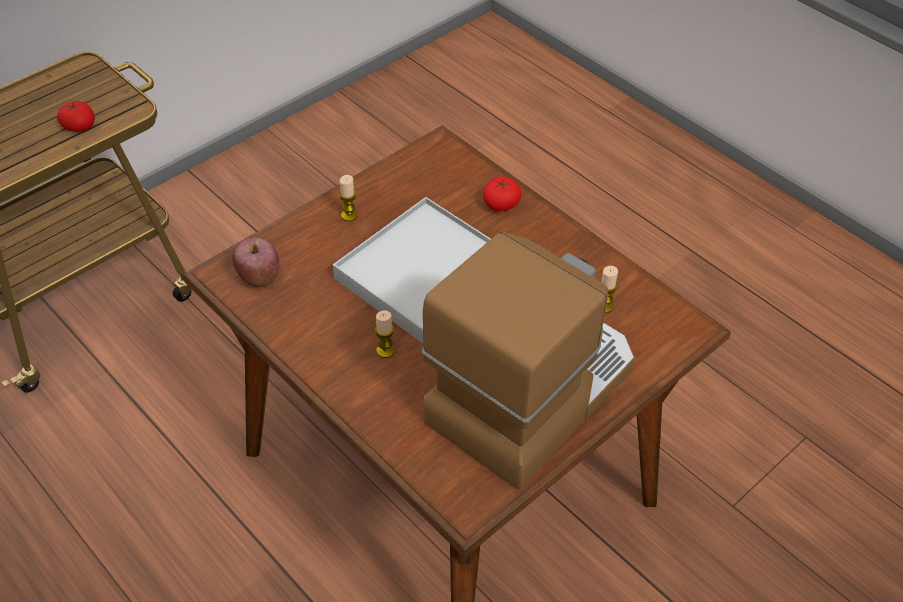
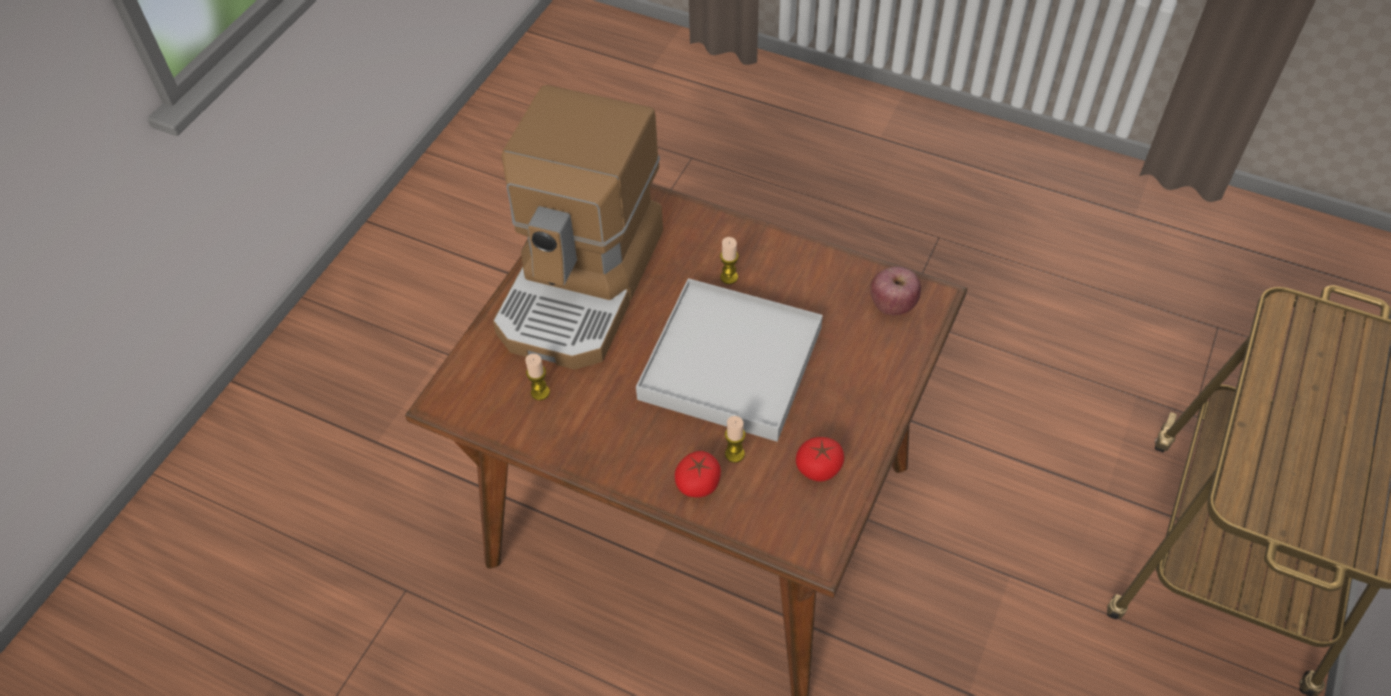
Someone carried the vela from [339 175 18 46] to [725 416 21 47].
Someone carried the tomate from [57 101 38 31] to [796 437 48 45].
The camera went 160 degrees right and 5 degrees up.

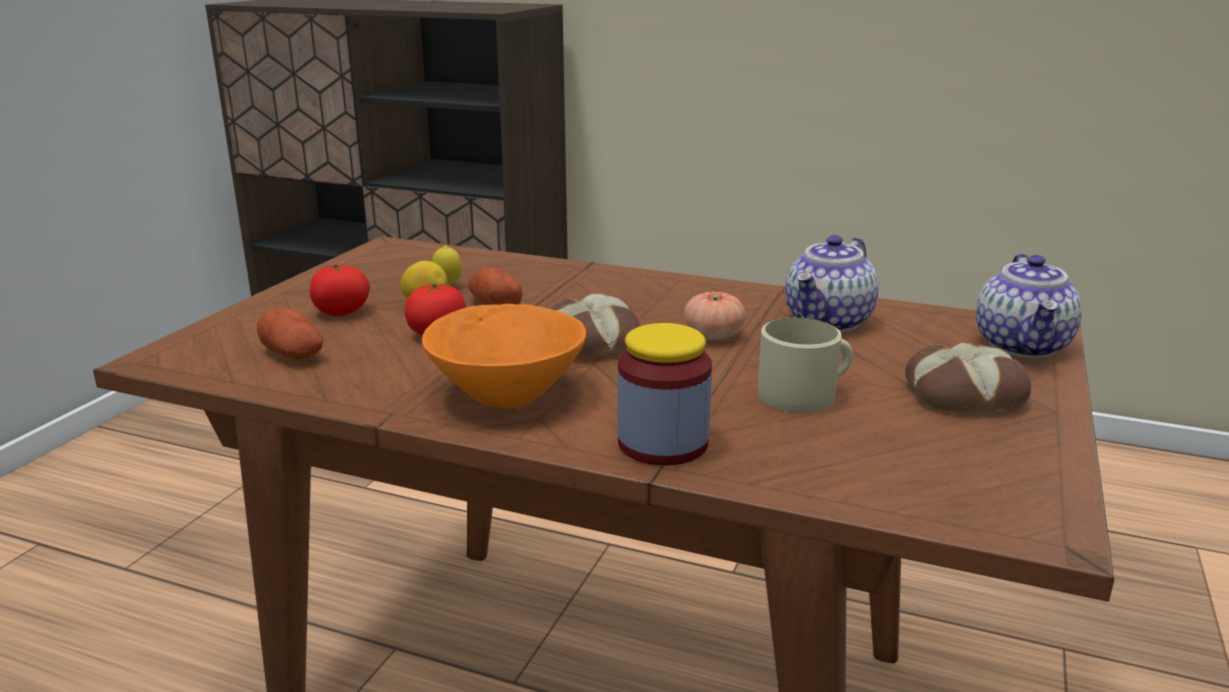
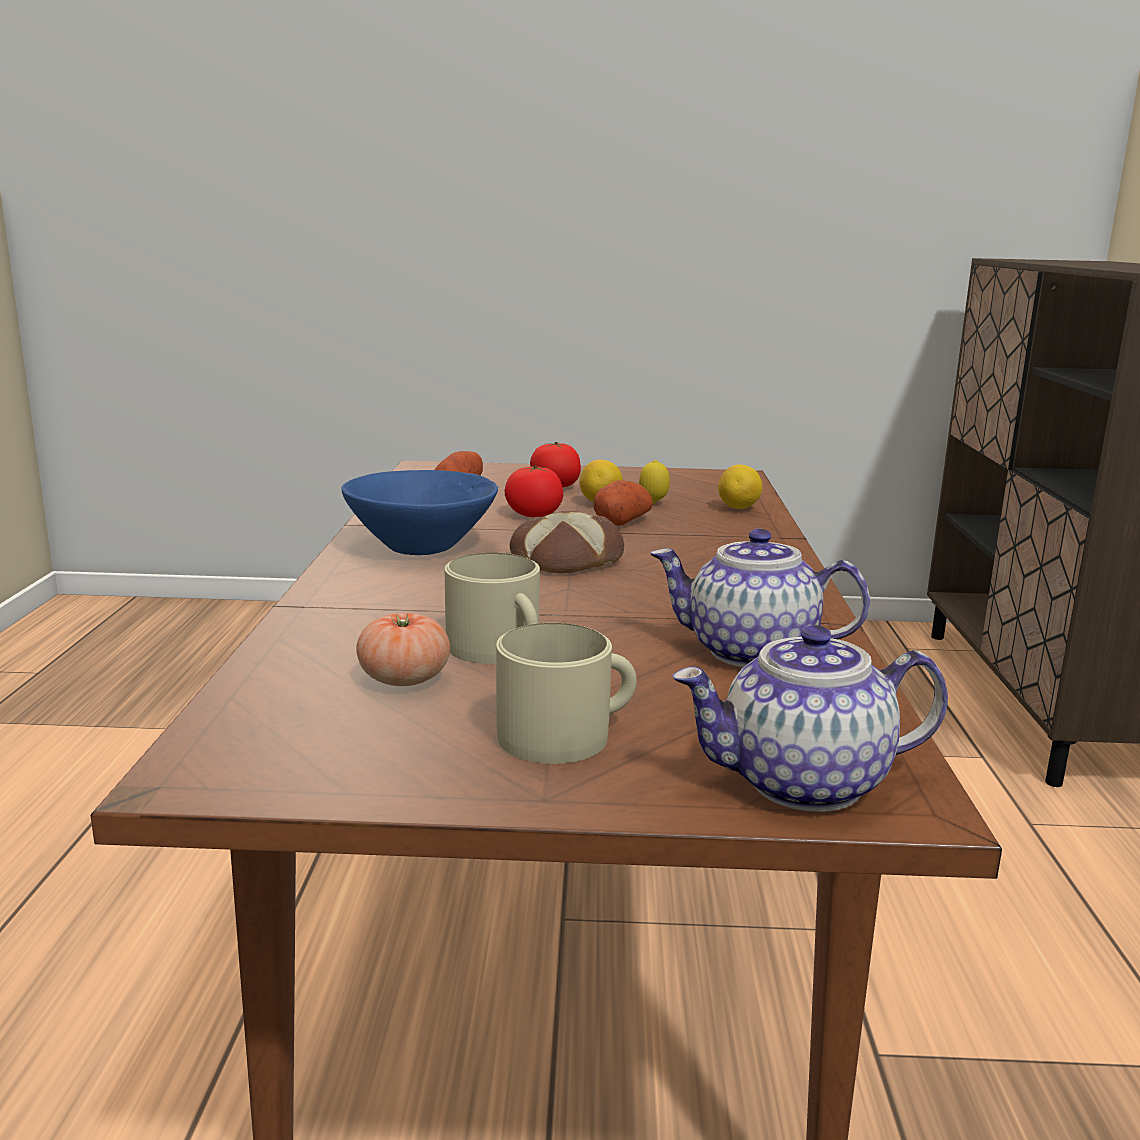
Someone repainted the cuenco (naranja) at [422 304 164 104], which became the cuenco (azul) at [341 470 157 85].
Someone carried the tomate from [684 292 62 48] to [356 613 94 73].
Someone swapped the pan at [905 342 126 70] for the taza grande (beis) at [496 623 141 141].
Someone put down the limón at [718 465 44 44].
Someone took away the tarro at [618 323 94 143].
The camera went 70 degrees right and 5 degrees down.

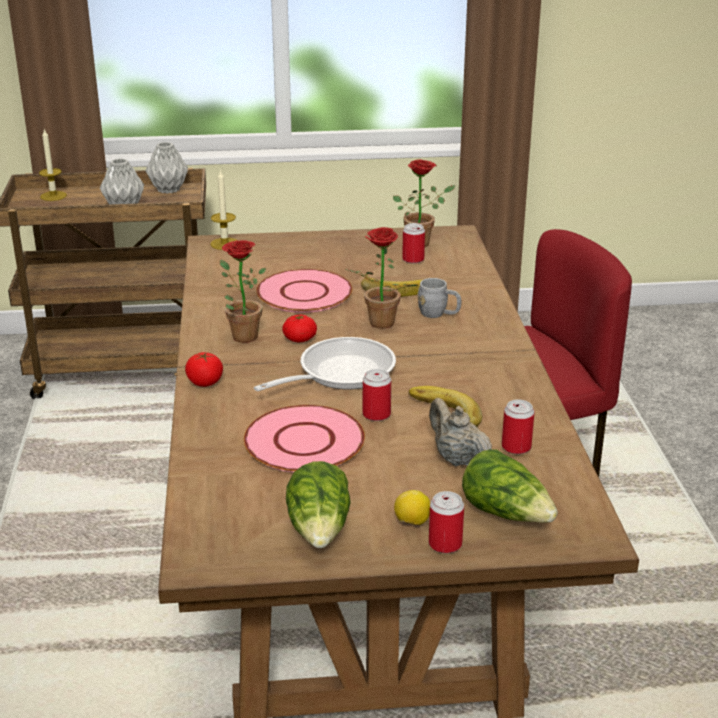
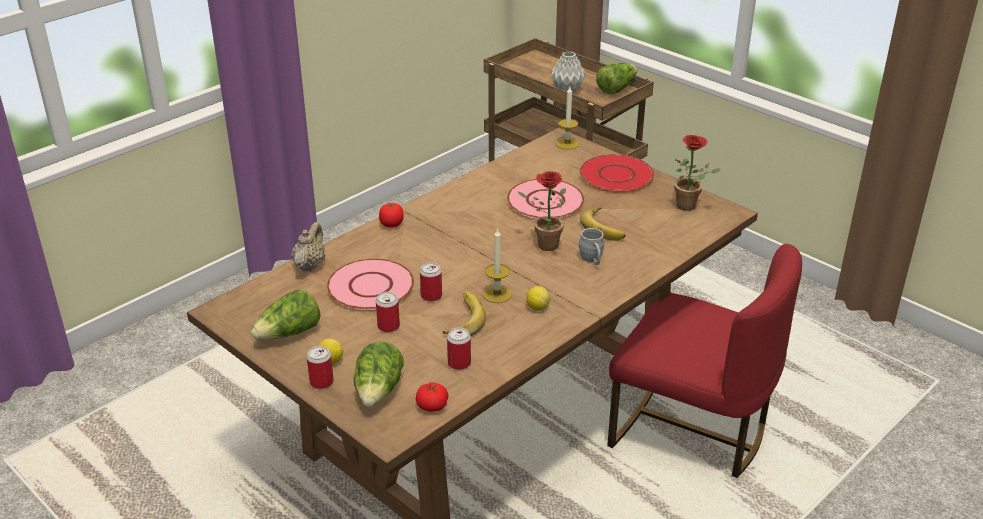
Someone carried the tetera (beis) from [429 398 63 68] to [292 222 33 50].
Someone carried the lata from [402 223 23 41] to [376 292 24 40].
Someone carried the tomate from [282 315 35 27] to [416 383 33 29].
Someone carried the vela from [39 129 28 72] to [483 228 29 75].
Someone put down the limón at [526 286 24 25].
Someone put down the plato (rojo) at [580 154 74 39].
Someone swapped the florero (gris) at [146 142 42 52] for the lechuga at [596 63 41 31].
Someone took away the planta en maceta at [220 240 46 103].
Someone took away the sartén at [254 337 142 54].
The camera went 50 degrees right and 5 degrees up.

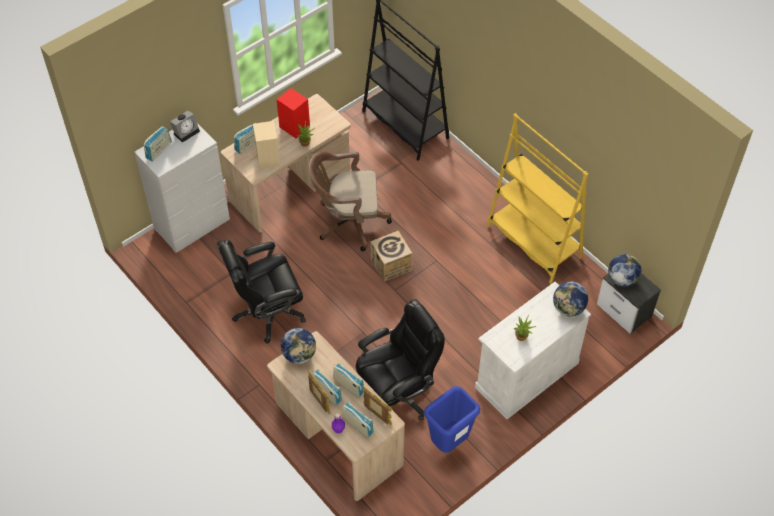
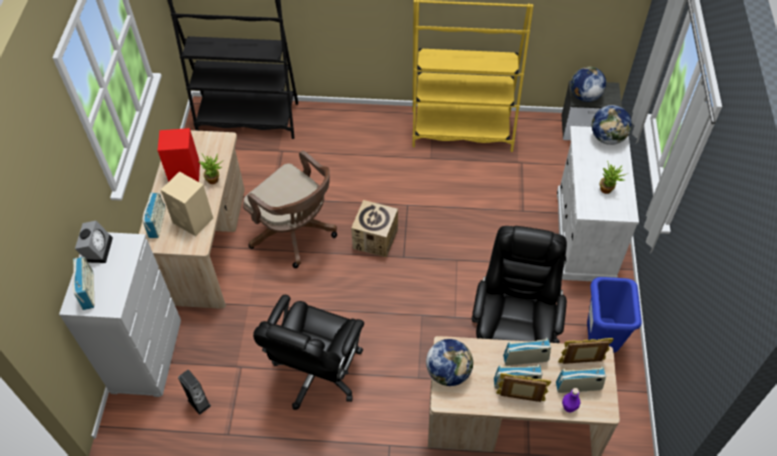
Someone put down the altavoz at [178 370 33 45].
Someone rotated the silla de oficina (marrón) at [309 151 83 101] by 90 degrees counterclockwise.
The camera went 45 degrees left and 0 degrees up.

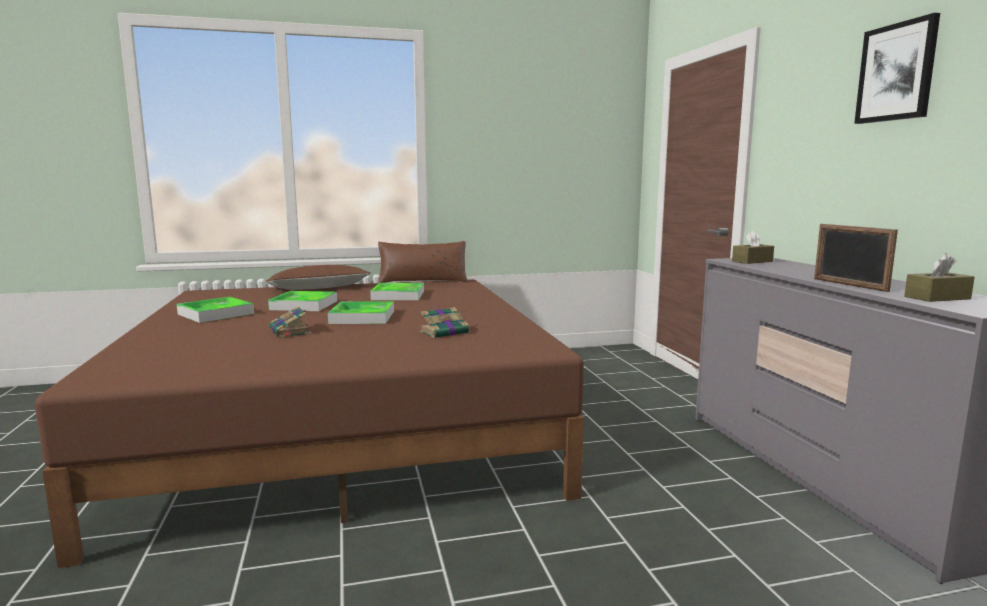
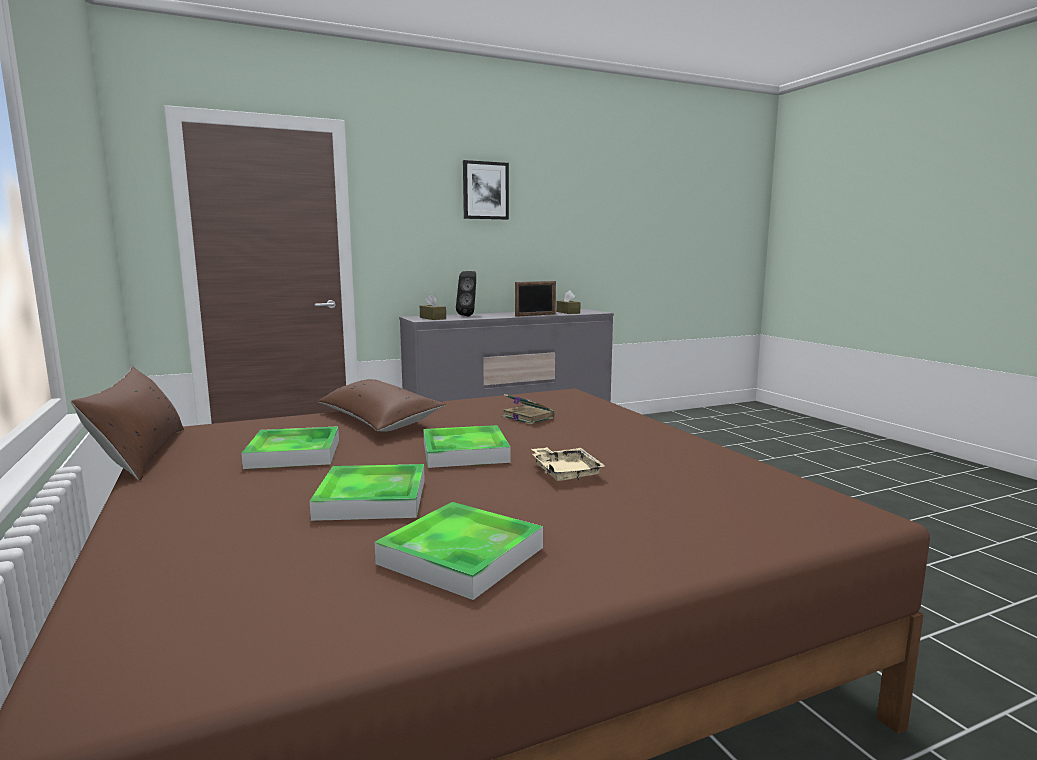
Someone carried the cojín (marrón) from [265 265 106 25] to [318 379 128 52].
Someone put down the altavoz (negro) at [456 271 20 45].
Someone swapped the libro at [270 306 41 32] for the bandeja (beis) at [532 447 73 34].
The camera went 100 degrees left and 0 degrees up.

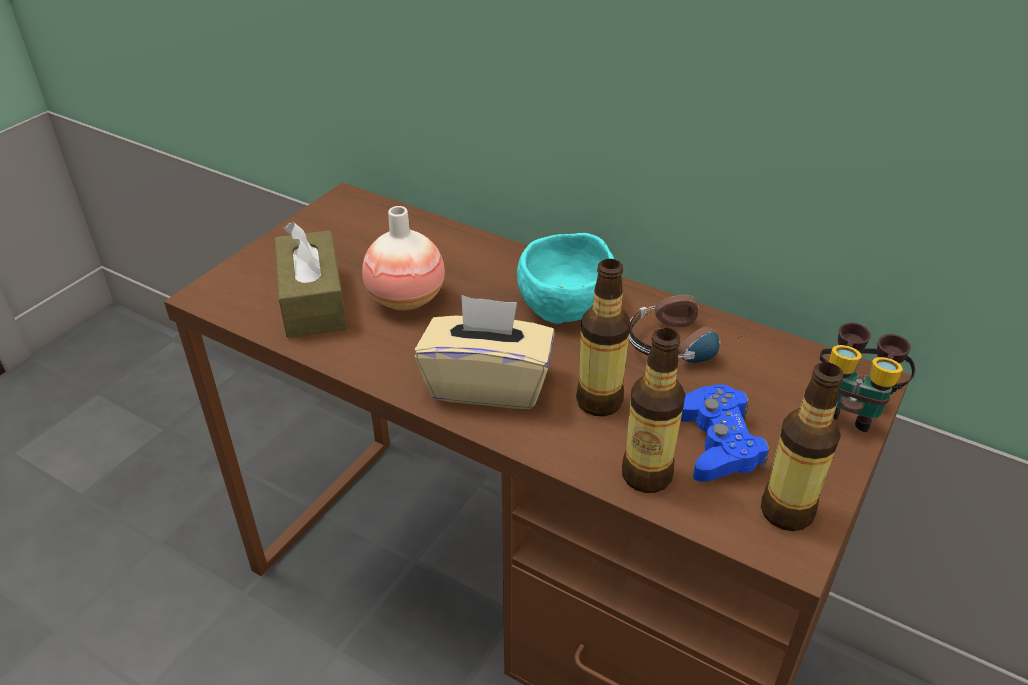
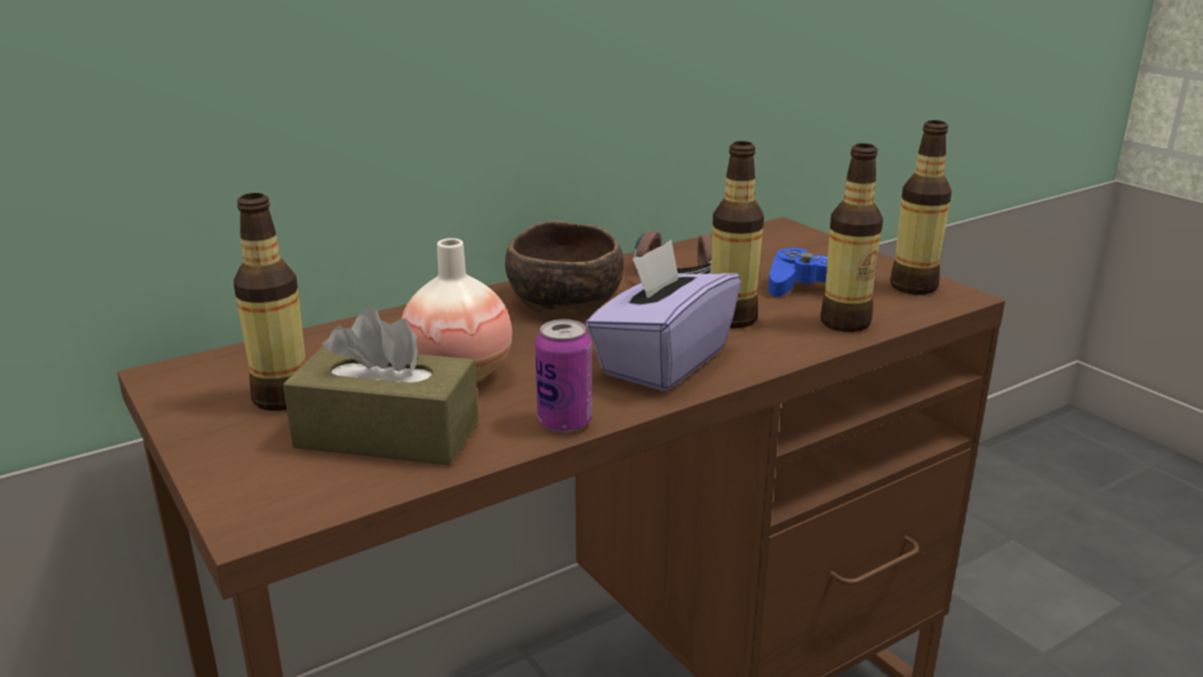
Someone put down the botella at [234 193 72 218].
Someone repainted the cuenco (turquesa) at [517 233 97 91], which became the cuenco (marrón) at [505 221 119 93].
Someone put down the lata at [535 319 57 114].
Someone repainted the caja de pañuelos (beis) at [414 295 141 114], which became the caja de pañuelos (morado) at [586 240 155 151].
Someone took away the prismáticos at [820 323 95 109].
The camera went 65 degrees left and 15 degrees down.

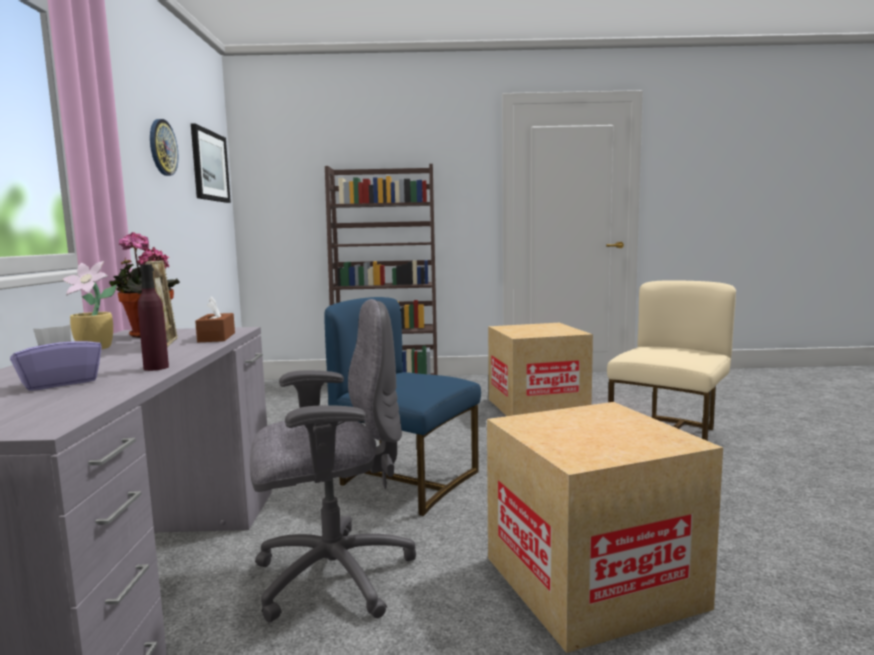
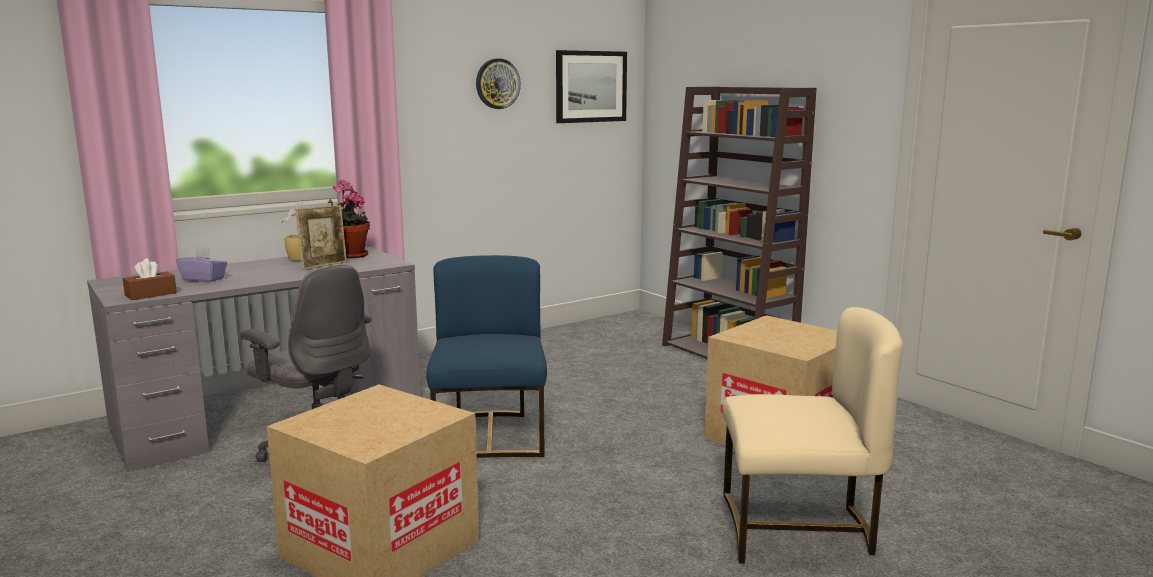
Someone carried the caja de pañuelos (marrón) from [195 296 40 46] to [123 259 54 41].
Someone took away the botella (morado) at [138 264 31 107].
The camera went 55 degrees right and 5 degrees up.

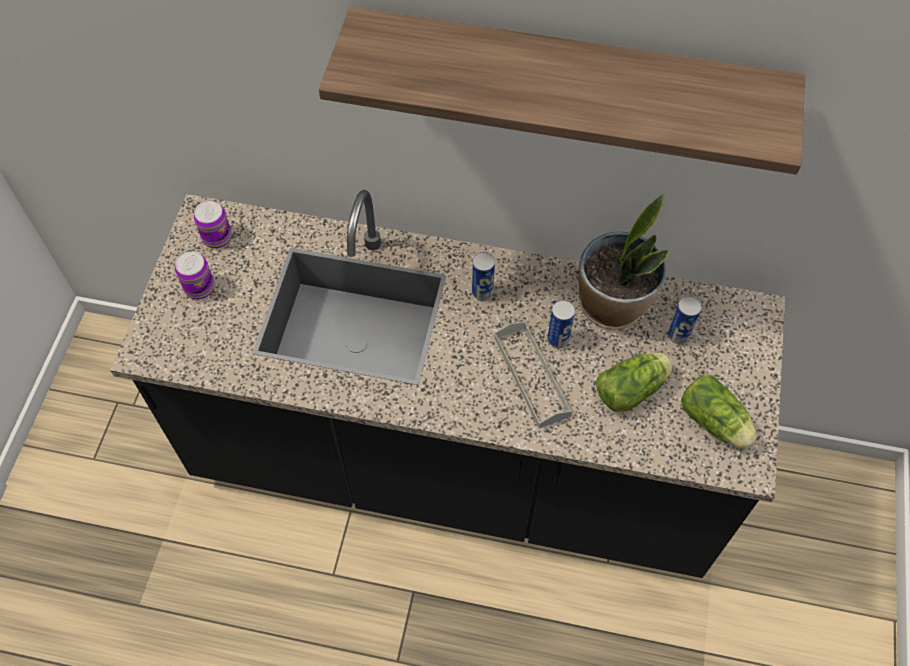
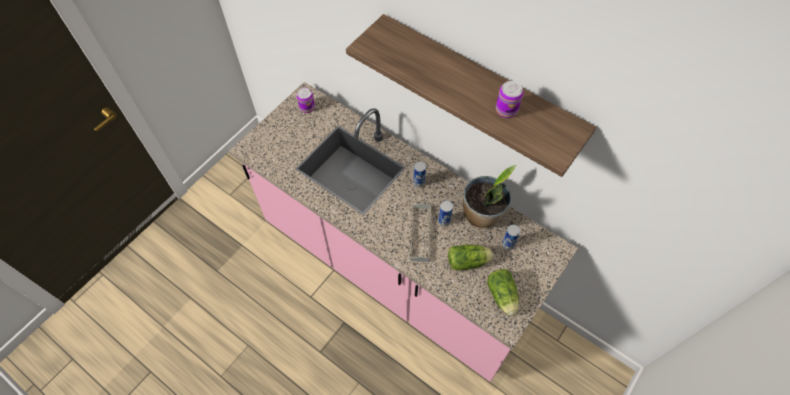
Someone repainted the mueble bajo de cocina (negro) at [110 190 675 388], which became the mueble bajo de cocina (rosa) at [229 82 349 300].
Someone carried the lata from [175 252 39 48] to [496 81 28 37].
The camera went 25 degrees right and 0 degrees up.

